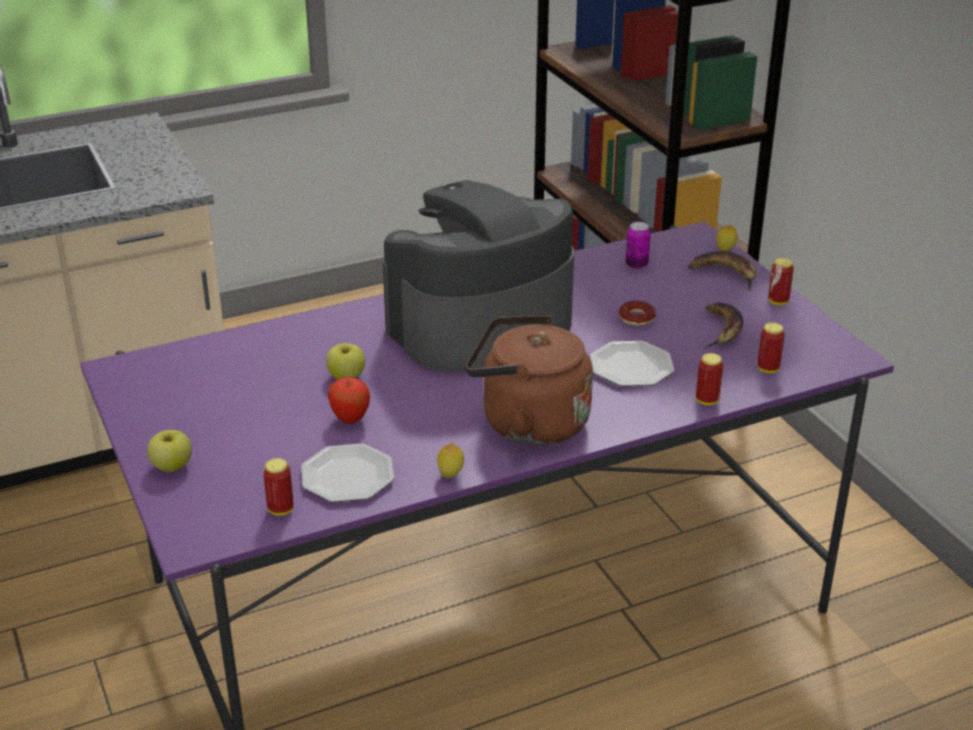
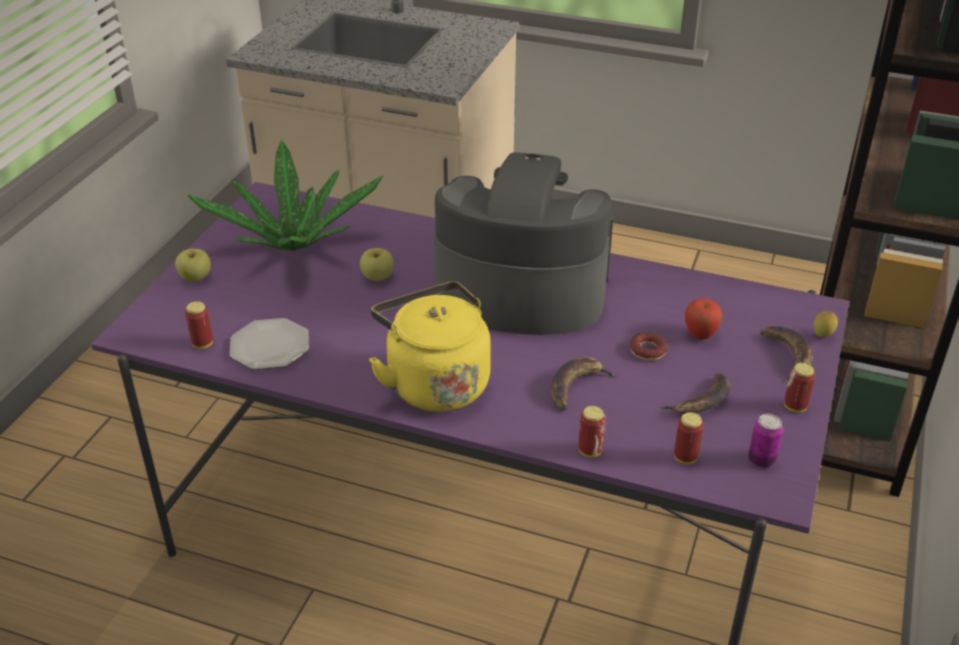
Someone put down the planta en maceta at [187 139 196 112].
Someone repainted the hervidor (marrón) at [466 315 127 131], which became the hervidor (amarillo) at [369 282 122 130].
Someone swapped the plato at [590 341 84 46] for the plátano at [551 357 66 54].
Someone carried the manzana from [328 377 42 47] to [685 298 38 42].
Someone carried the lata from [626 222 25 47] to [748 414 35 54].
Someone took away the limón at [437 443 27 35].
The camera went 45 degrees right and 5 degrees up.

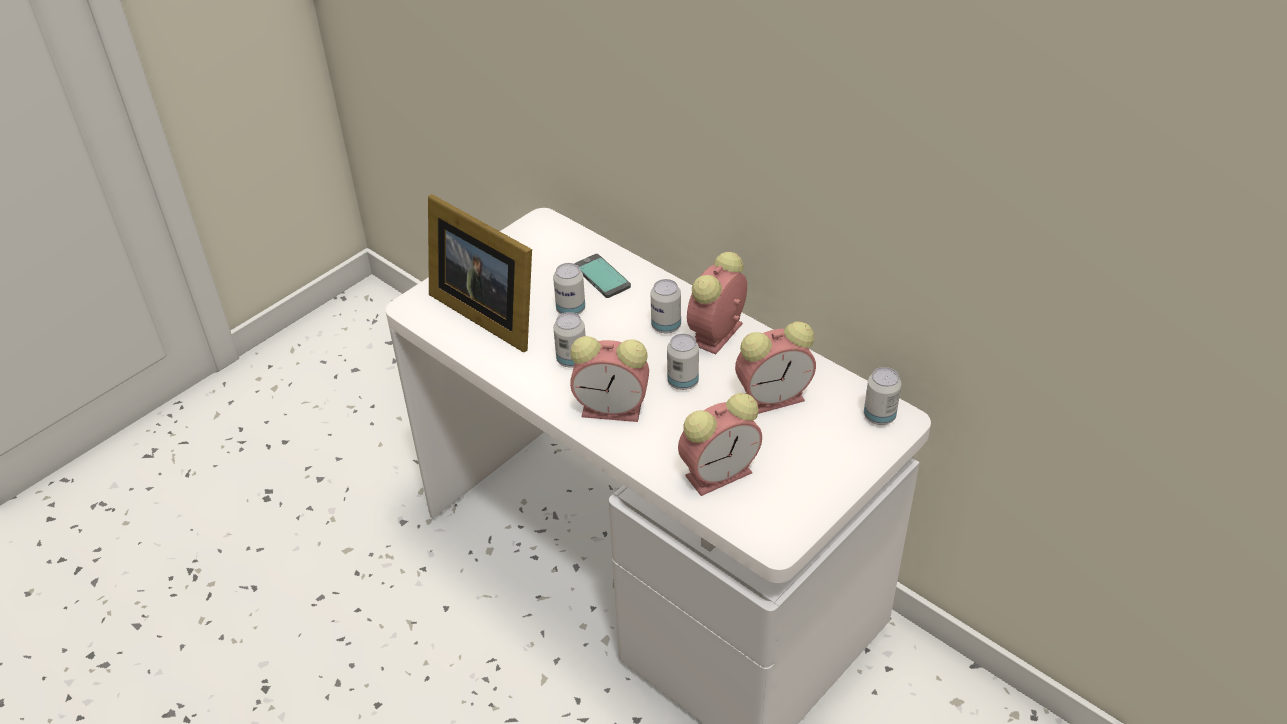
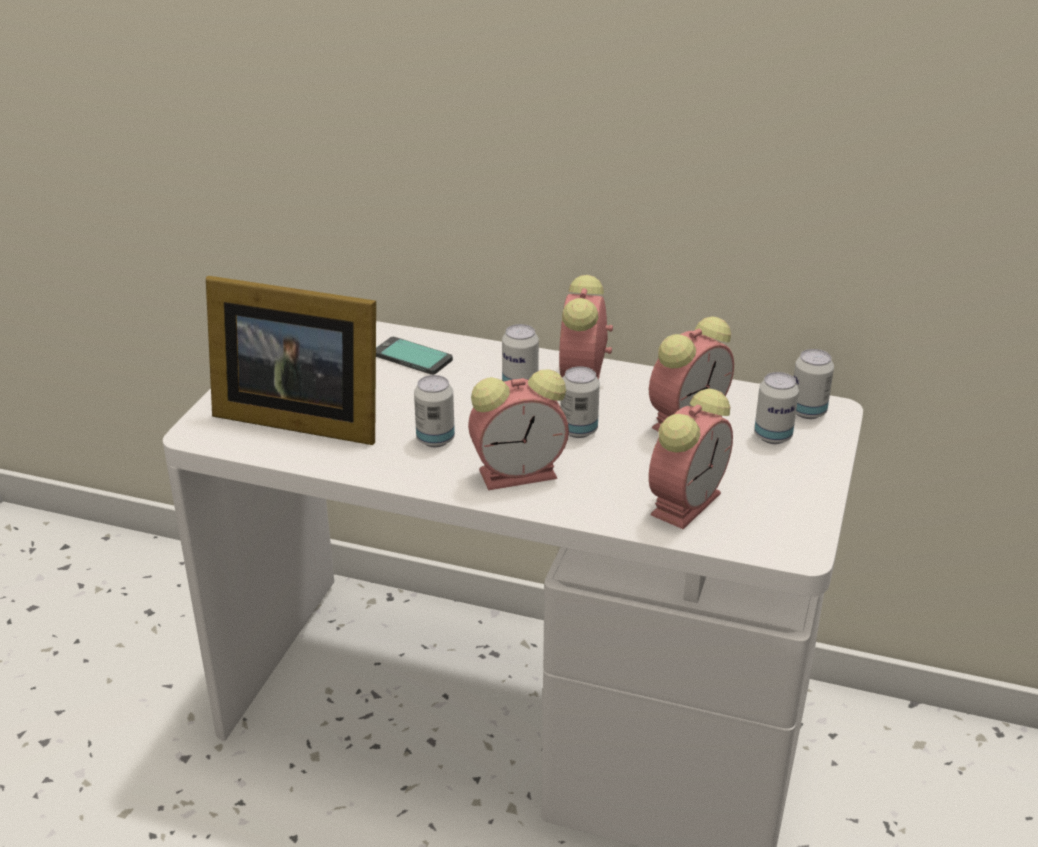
Someone carried the lata from [553 263 32 52] to [754 372 45 72].
The camera went 25 degrees left and 10 degrees down.

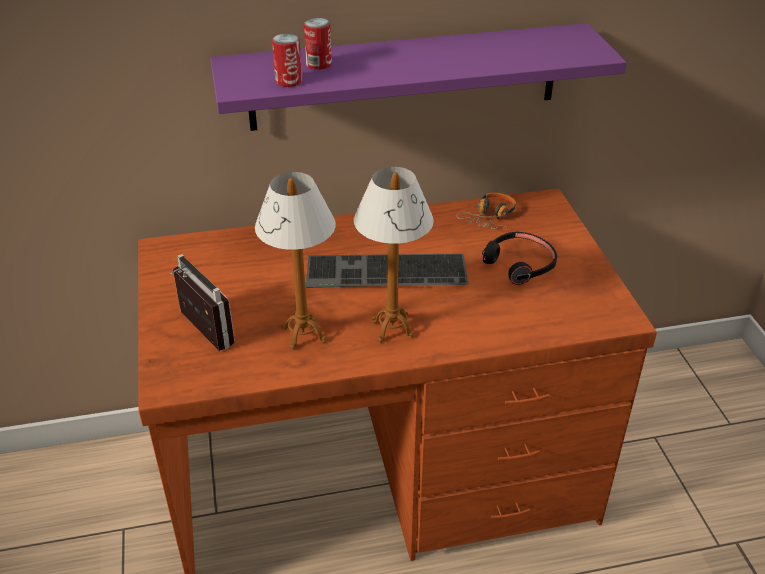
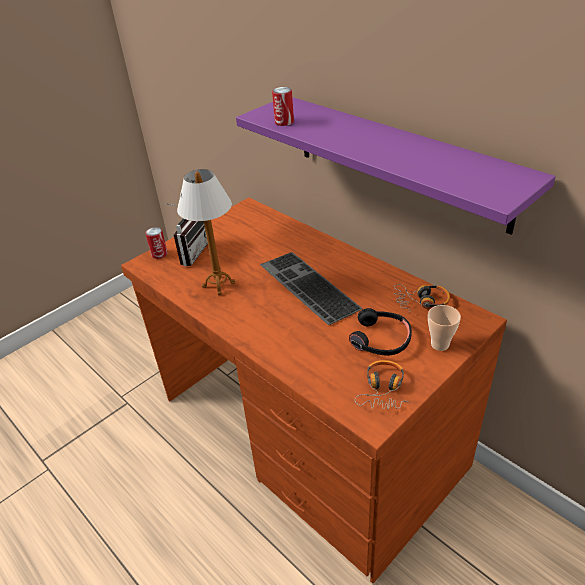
Someone carried the lata from [304 18 28 52] to [145 227 23 32].
Someone put down the auriculares at [355 360 54 49].
Someone put down the taza at [428 305 33 46].
Someone took away the lámpara de mesa at [354 167 80 176].
The camera went 60 degrees right and 0 degrees up.

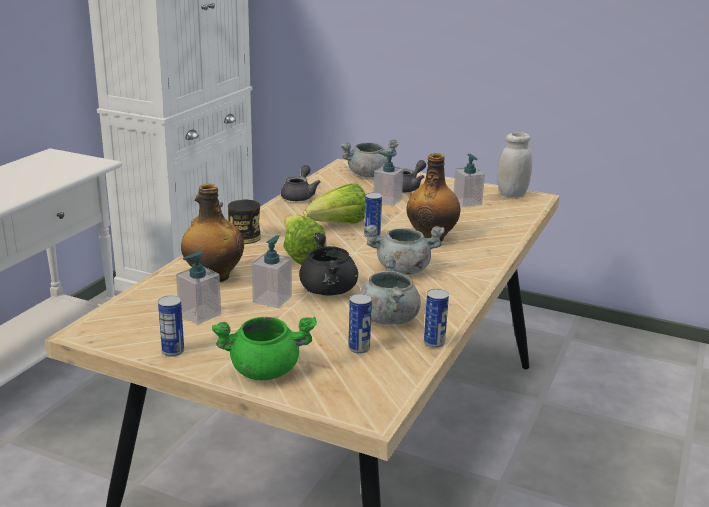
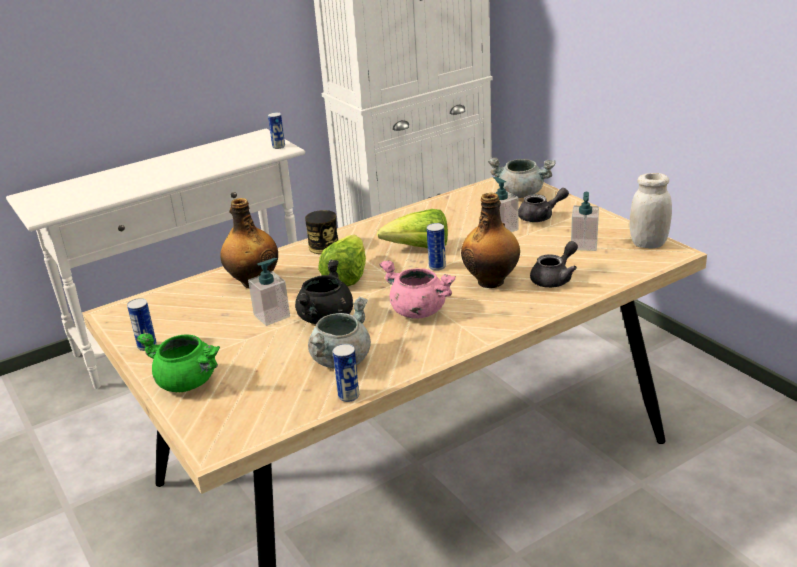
Someone carried the lata from [348 293 24 61] to [268 112 17 37].
Someone repainted the olla (gris) at [364 225 81 50], which became the olla (rosa) at [379 260 77 59].
Someone carried the tetera (gris) from [281 165 39 36] to [530 241 48 47].
Someone took away the dispensador de jabón at [176 251 45 74].
The camera went 35 degrees right and 5 degrees up.

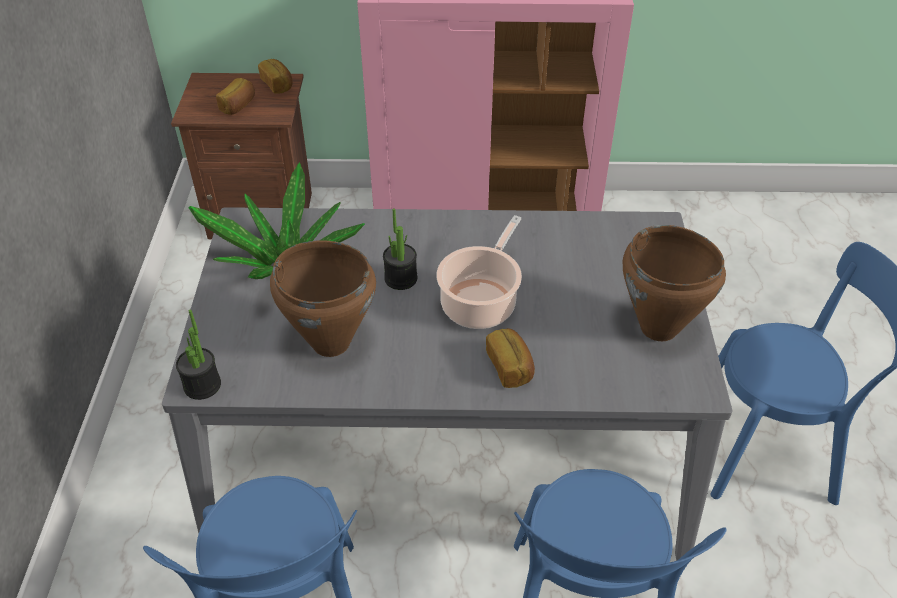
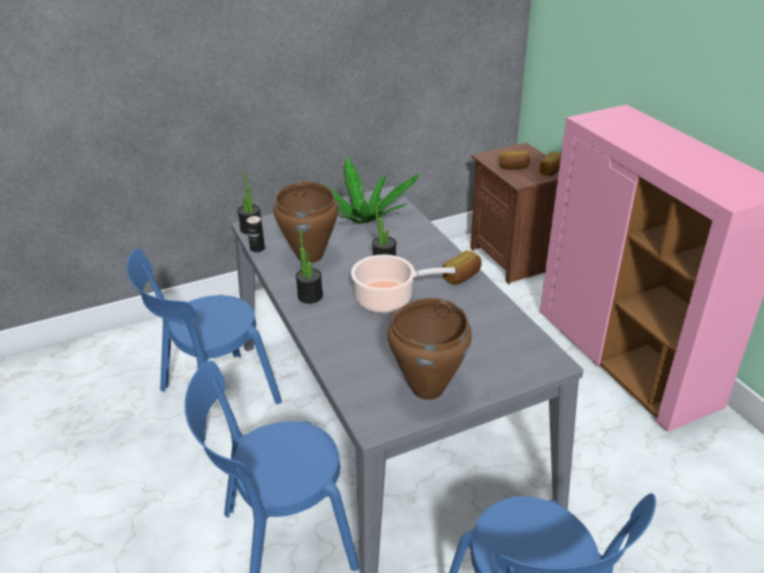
Someone put down the lata at [246 216 19 36].
Someone put down the planta en maceta at [296 228 27 75].
Someone carried the pan from [486 328 49 60] to [443 250 38 35].
The camera went 65 degrees right and 10 degrees down.

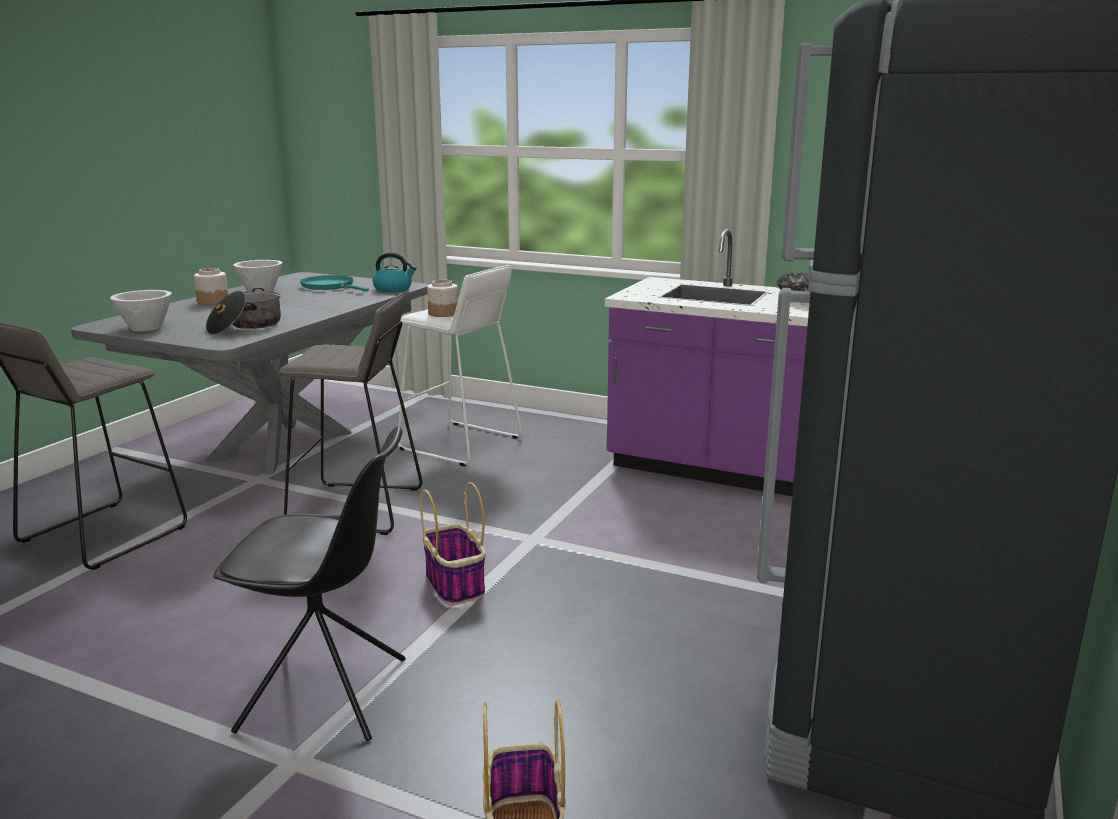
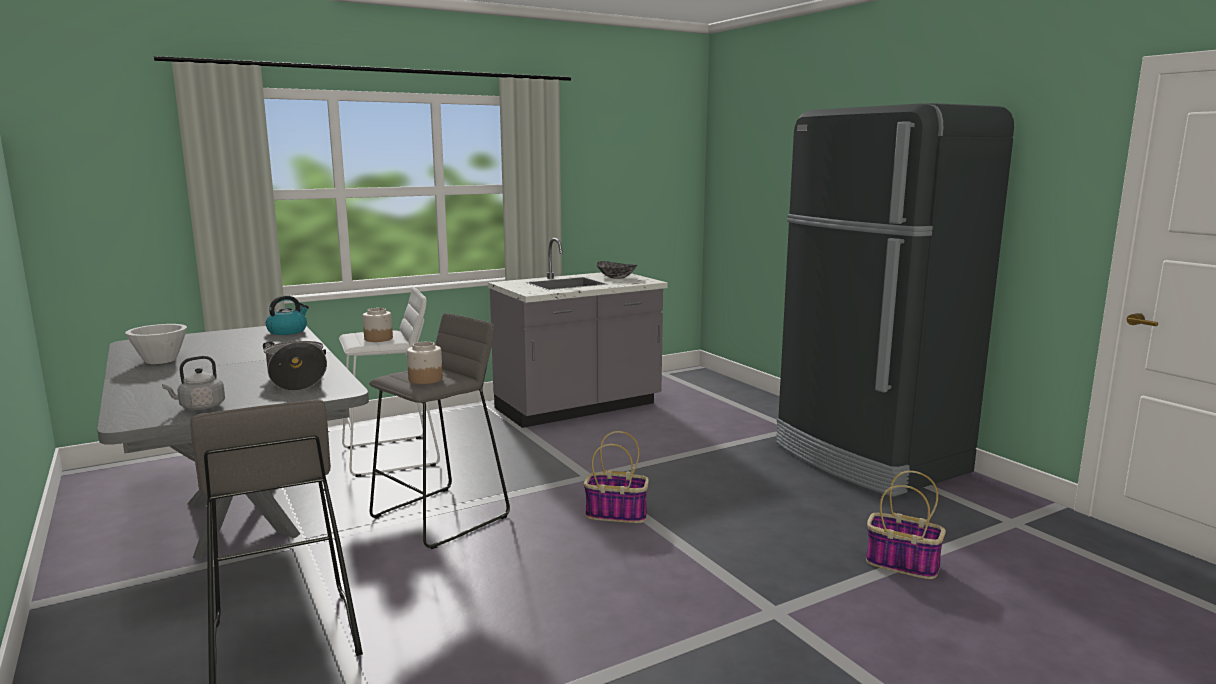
Someone swapped the cuenco (blanco) at [110 290 62 41] for the hervidor (gris) at [162 356 63 54].
Someone carried the tarro from [194 268 34 37] to [407 342 36 42].
Someone repainted the mueble bajo de cocina (morado) at [605 229 205 267], which became the mueble bajo de cocina (gris) at [488 238 180 190].
Someone took away the silla (negro) at [213 426 193 315].
Someone took away the sartén (turquesa) at [300 275 69 16].
The camera went 55 degrees left and 5 degrees down.

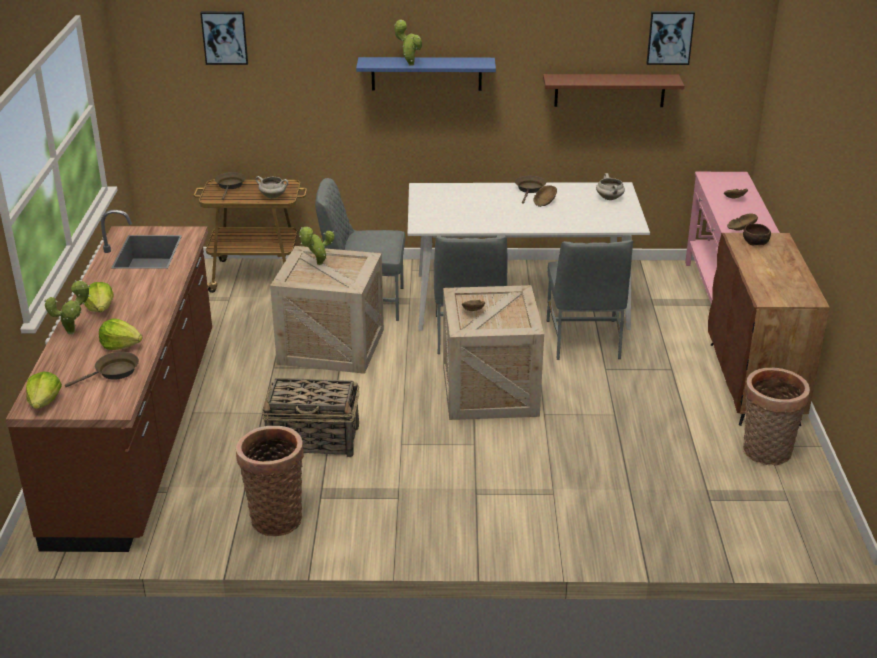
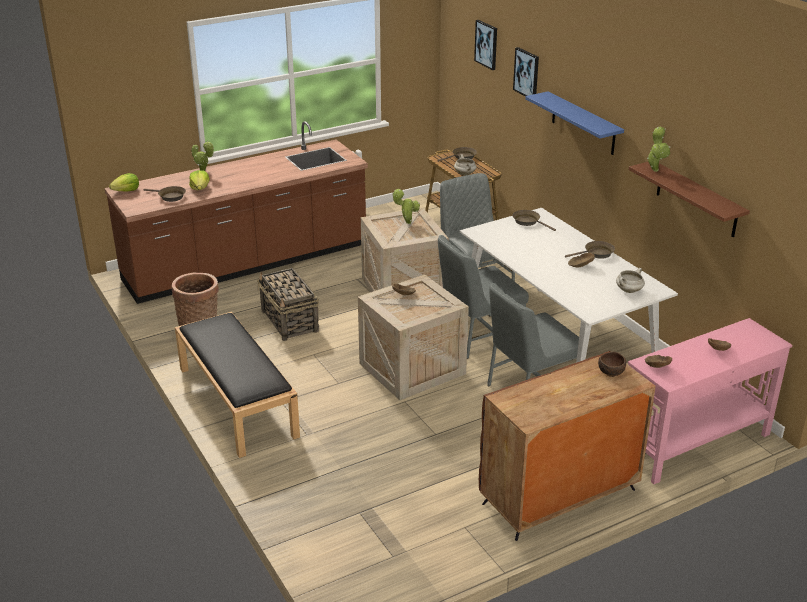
Someone put down the banco (negro) at [175 312 125 146].
Someone put down the sartén (marrón) at [512 210 44 21].
Someone carried the cuadro from [646 11 49 54] to [513 47 26 49].
Someone carried the planta en maceta from [394 19 28 47] to [647 127 23 45].
Someone took away the lechuga at [84 282 30 30].
Someone took away the cesta at [743 368 67 98].
The camera went 60 degrees right and 0 degrees up.

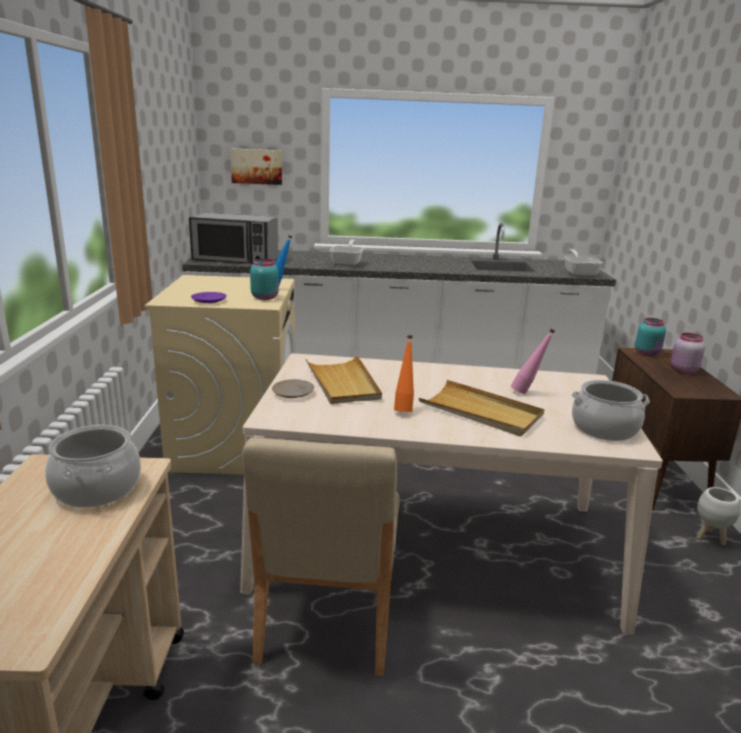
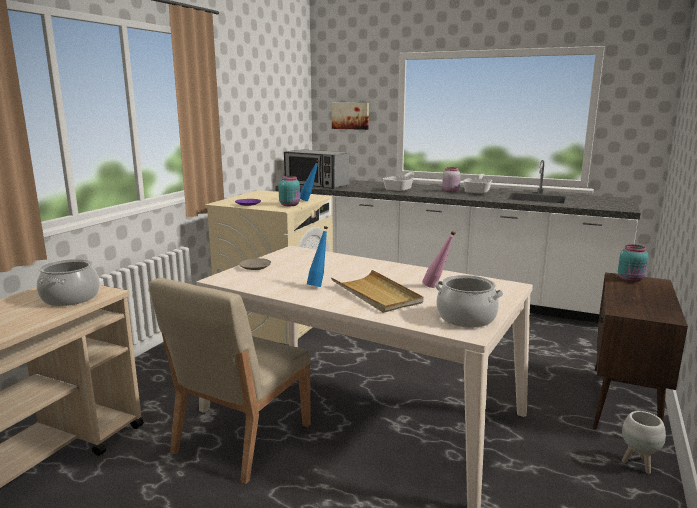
Someone repainted the botella (naranja) at [394 335 20 77], which became the botella (azul) at [307 226 21 61].
Someone carried the tarro (rosa) from [671 333 34 41] to [442 167 18 25].
Someone carried the sartén from [565 249 38 27] to [463 174 29 20].
Someone took away the bandeja (beis) at [305 355 77 49].
The camera went 25 degrees right and 5 degrees down.

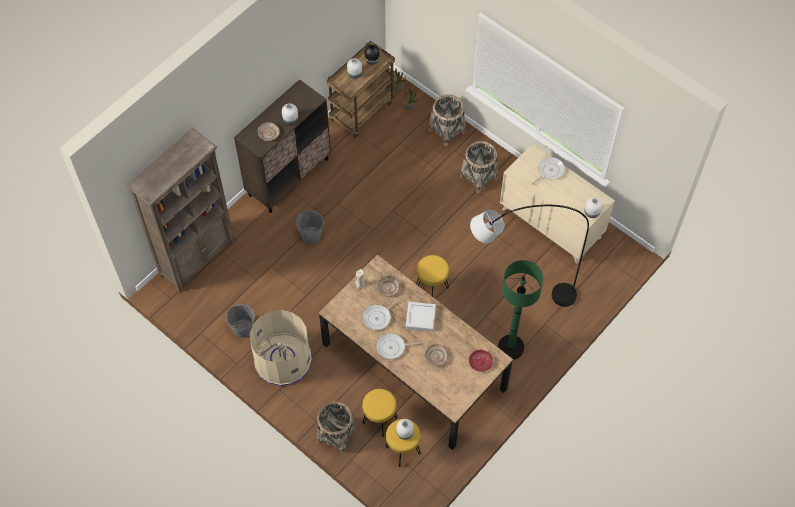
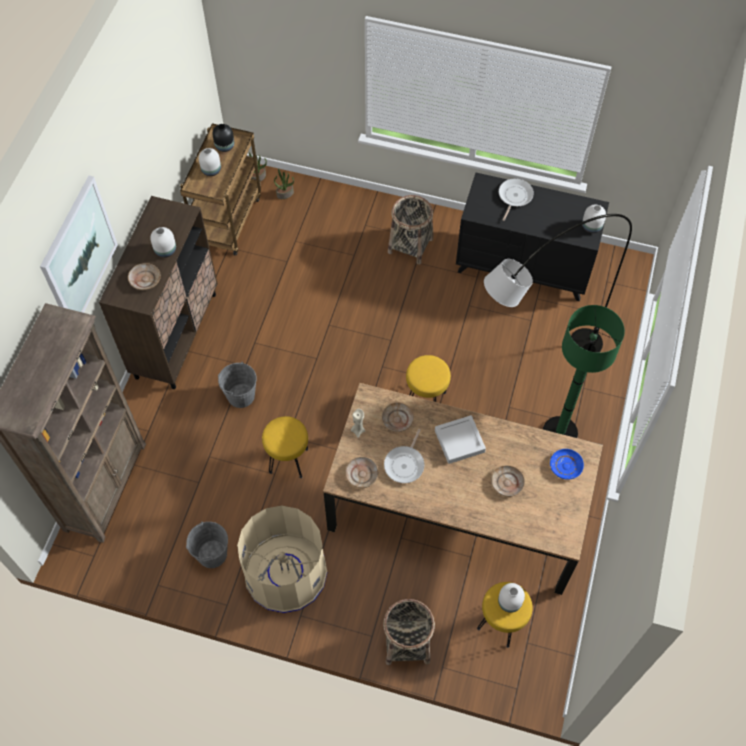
Someone put up the cuadro at [40 176 78 137].
Someone carried the taburete (amarillo) from [362 389 35 48] to [262 416 46 62].
Someone put down the plato (beis) at [345 457 33 31].
Someone repainted the cómoda (beis) at [500 143 115 121], which became the cómoda (negro) at [456 173 153 128].
Someone repainted the plato (rojo) at [469 350 24 22], which became the plato (azul) at [550 449 34 31].
Someone took away the sartén at [376 333 45 26].
Someone took away the cesta at [429 94 37 52].
The camera went 25 degrees left and 0 degrees up.

